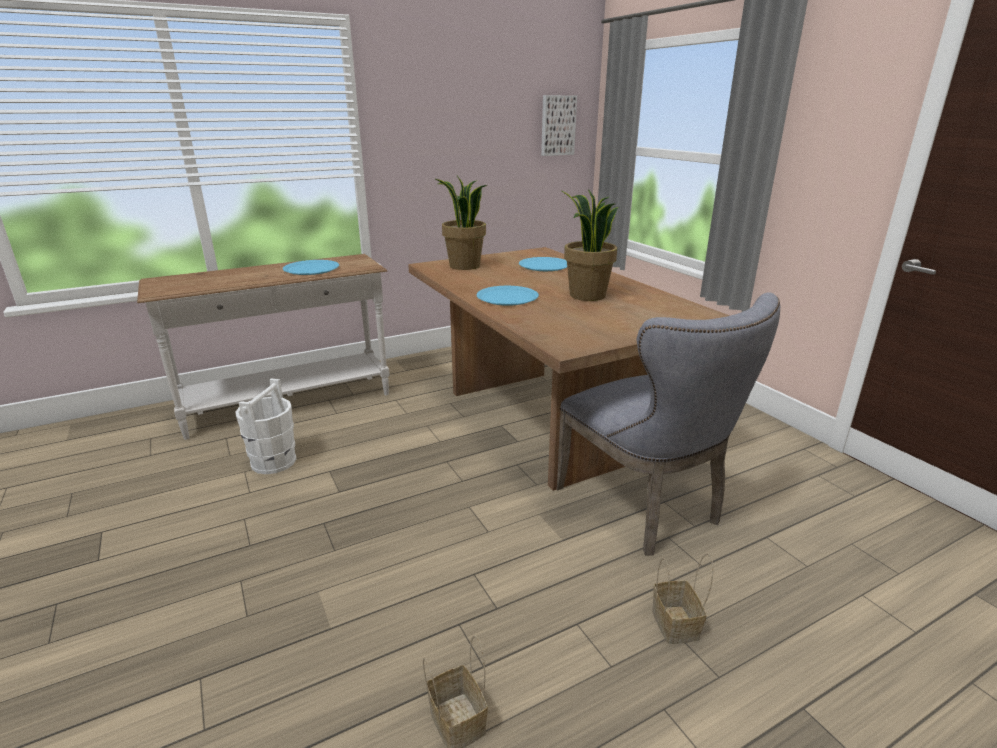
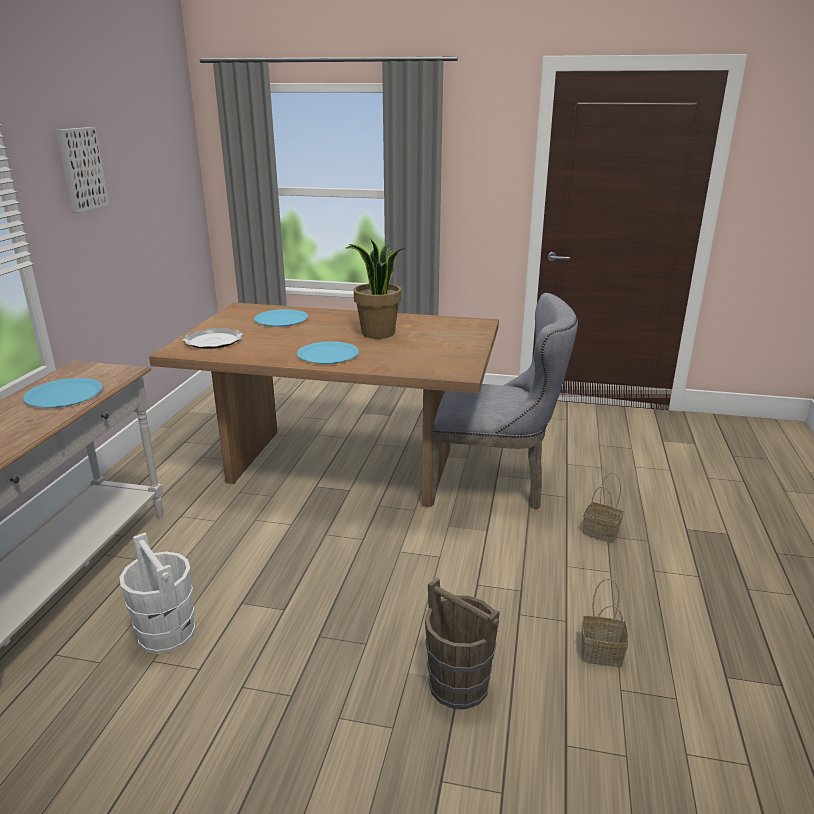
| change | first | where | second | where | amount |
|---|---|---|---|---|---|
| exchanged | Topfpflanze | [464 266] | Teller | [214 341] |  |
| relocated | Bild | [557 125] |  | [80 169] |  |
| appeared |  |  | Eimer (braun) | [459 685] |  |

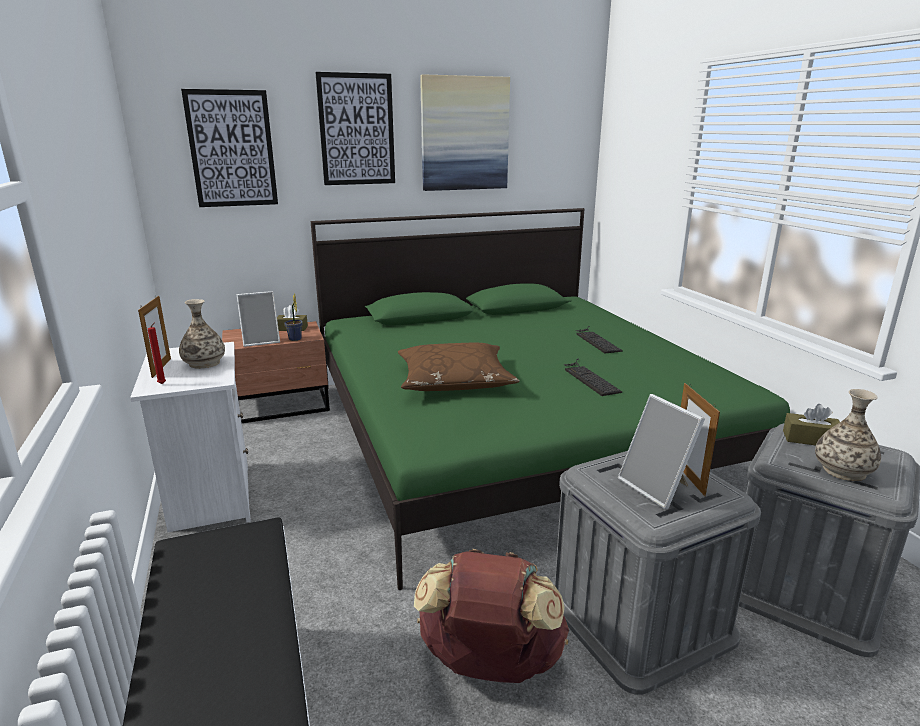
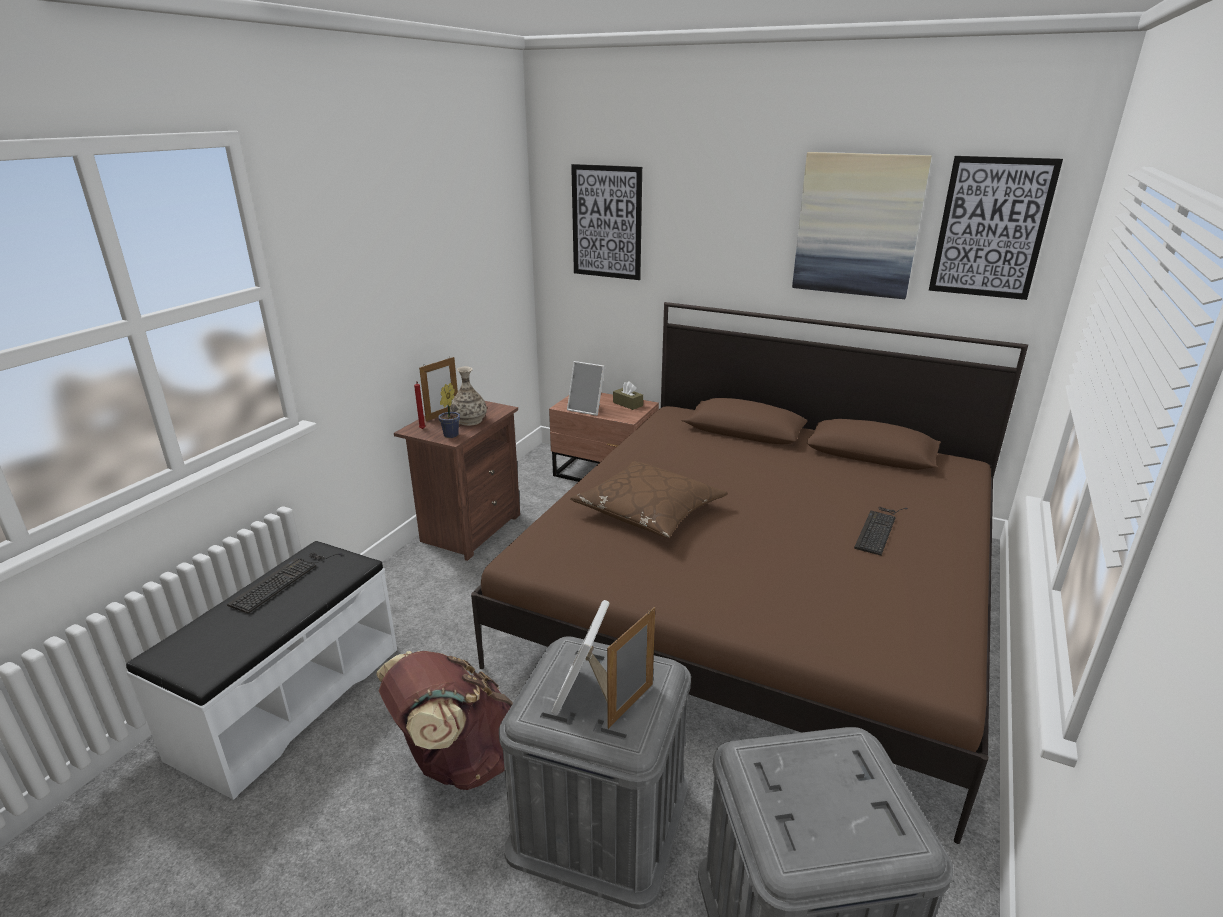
| change | first | where | second | where | amount |
|---|---|---|---|---|---|
| colour | Nachttisch (weiß) | [210 497] | Nachttisch (braun) | [469 529] |  |
| relocated | Topfpflanze | [295 339] |  | [449 436] |  |
| colour | Bett (grün) | [515 432] | Bett (braun) | [760 594] |  |
| relocated | Bild | [356 130] |  | [991 228] |  |
| relocated | Tastatur | [588 377] |  | [284 579] |  |
| missing | Taschentuchbox (braun) | [810 439] |  |  |  |
| missing | Vase | [843 470] |  |  |  |

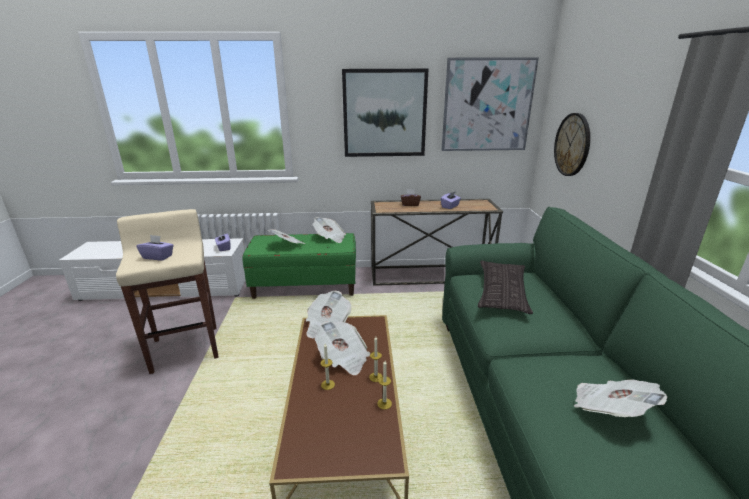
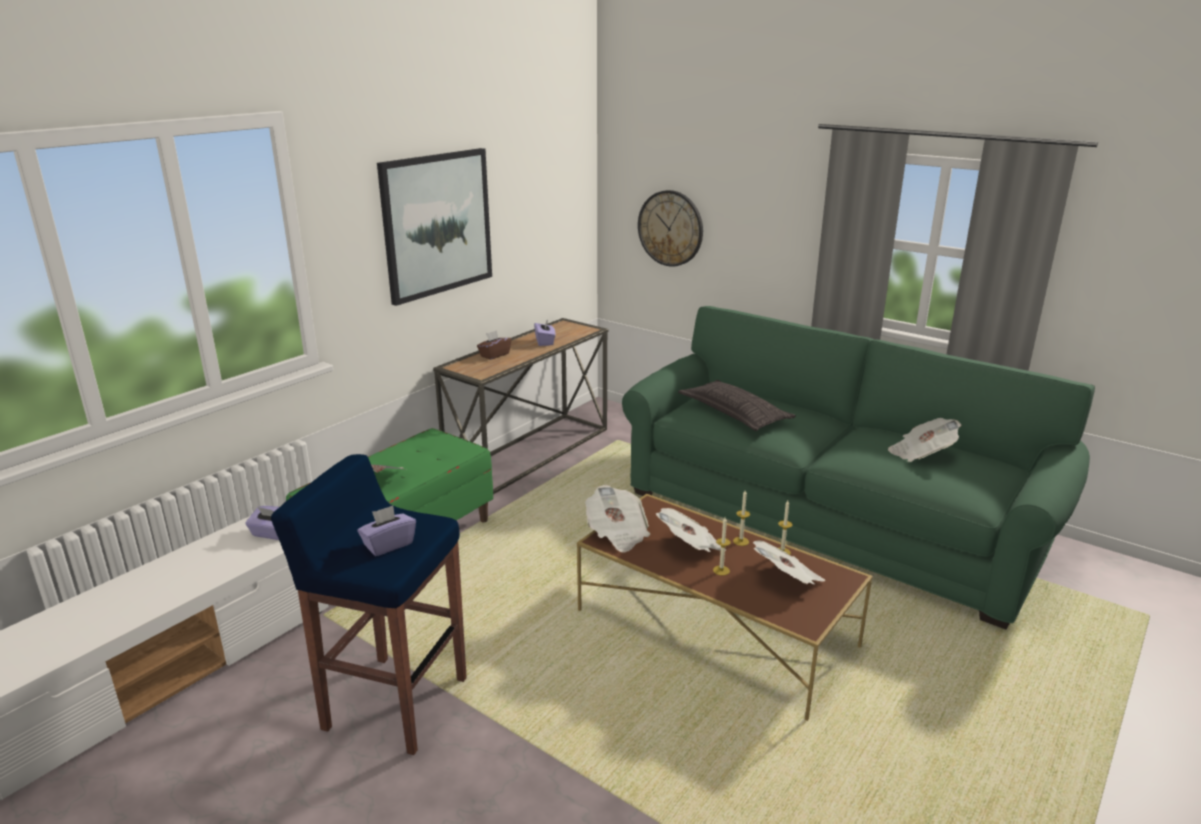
| change | first | where | second | where | amount |
|---|---|---|---|---|---|
| colour | Hocker (beige) | [186 348] | Hocker (blau) | [394 702] |  |
| relocated | Zeitung | [330 238] |  | [787 579] |  |
| missing | Bild | [487 105] |  |  |  |

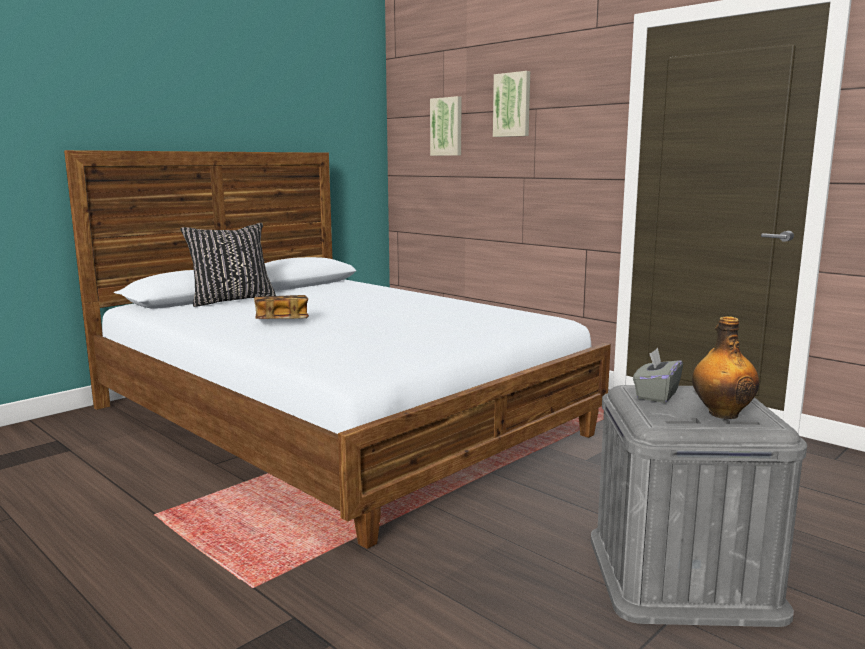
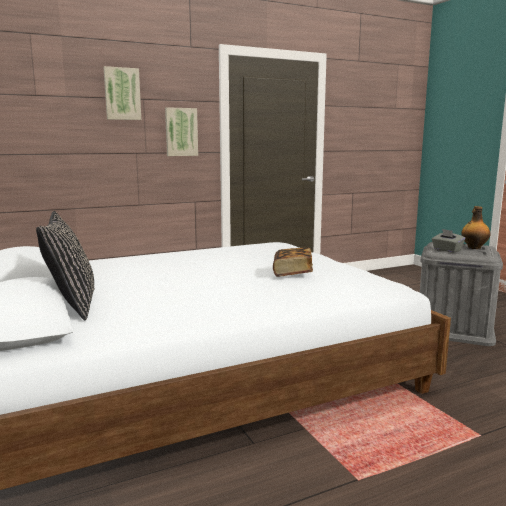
| change | first | where | second | where | amount |
|---|---|---|---|---|---|
| relocated | Buch | [281 321] |  | [292 273] |  |
| relocated | Bild | [447 126] |  | [181 132] |  |

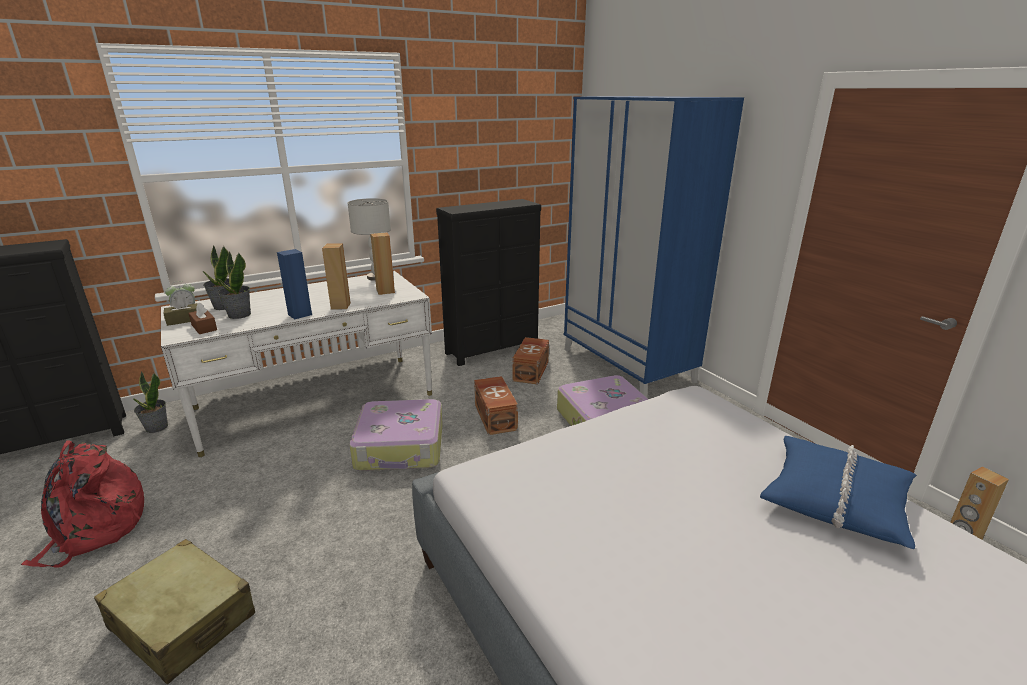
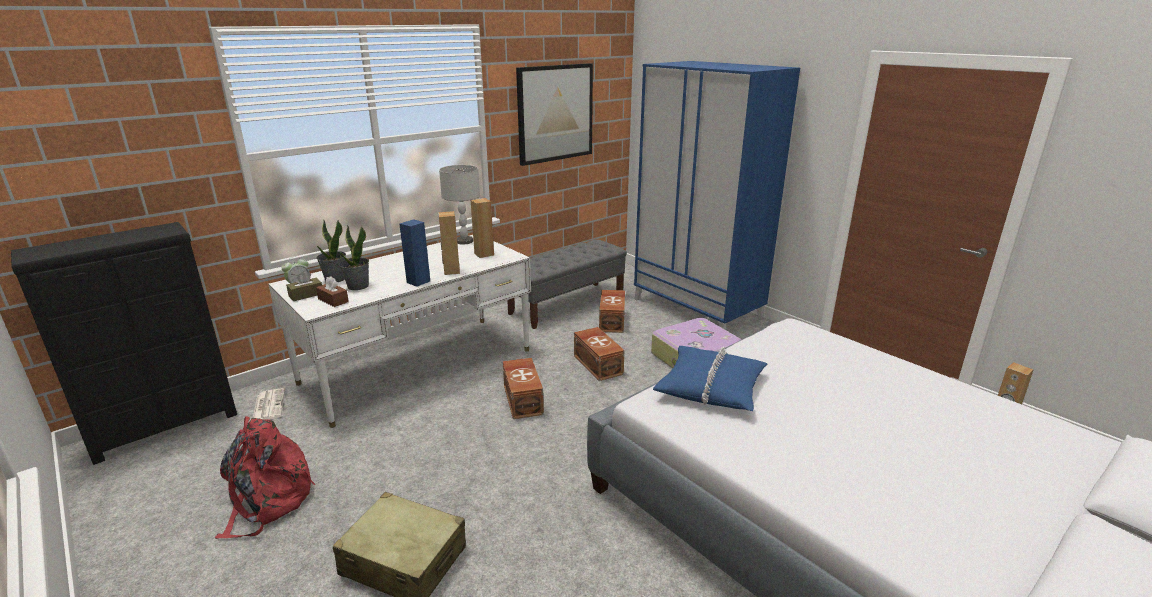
| change | first | where | second | where | amount |
|---|---|---|---|---|---|
| exchanged | Topfpflanze | [156 427] | Zeitung | [268 405] |  |
| exchanged | Koffer | [401 447] | Aufbewahrungsbox (braun) | [523 399] |  |
| exchanged | Kommode (schwarz) | [493 350] | Bank (grau) | [567 304] |  |
| relocated | Kissen (blau) | [836 499] |  | [711 387] |  |
| appeared |  |  | Bild | [555 113] |  |

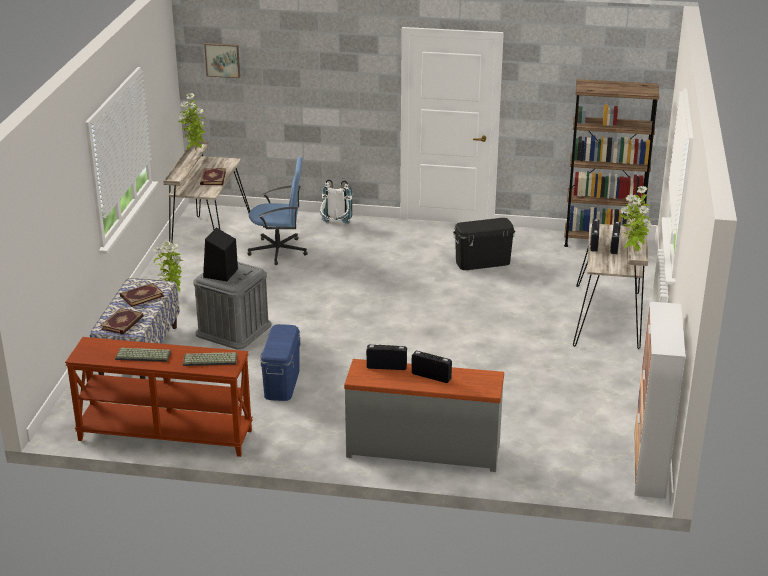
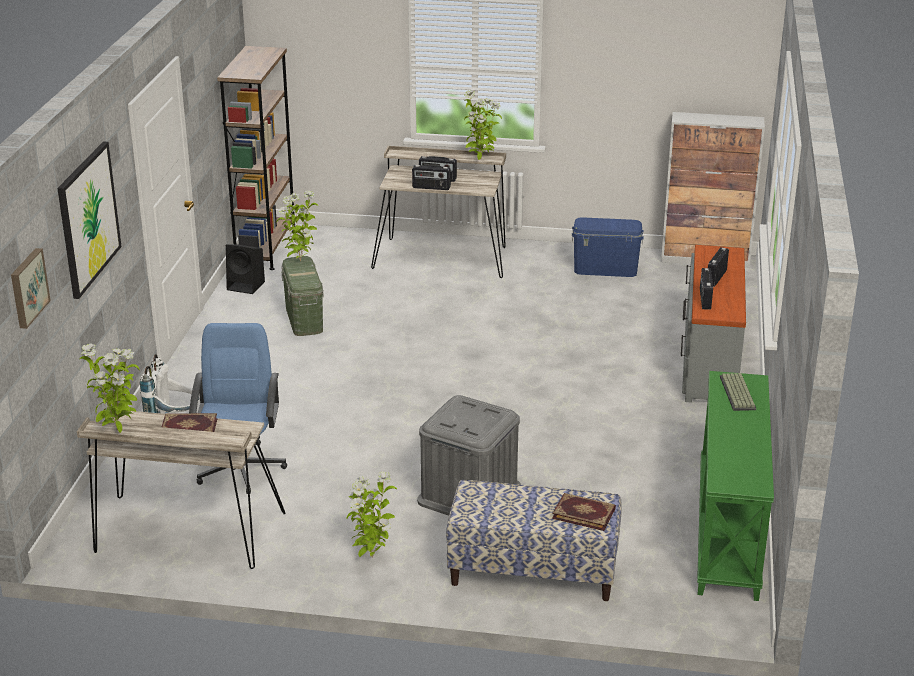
| change | first | where | second | where | amount |
|---|---|---|---|---|---|
| colour | Konsolentisch (braun) | [164 436] | Konsolentisch (grün) | [729 530] |  |
| missing | Tastatur | [142 356] |  |  |  |
| missing | Buch | [141 296] |  |  |  |
| relocated | Lautsprecher (schwarz) | [220 274] |  | [247 286] |  |
| relocated | Aufbewahrungsbox (blau) | [282 383] |  | [605 269] |  |
| colour | Aufbewahrungsbox (schwarz) | [482 262] | Aufbewahrungsbox (grün) | [304 319] |  |
| appeared |  |  | Bild | [88 218] |  |
| appeared |  |  | Topfpflanze | [300 261] |  |

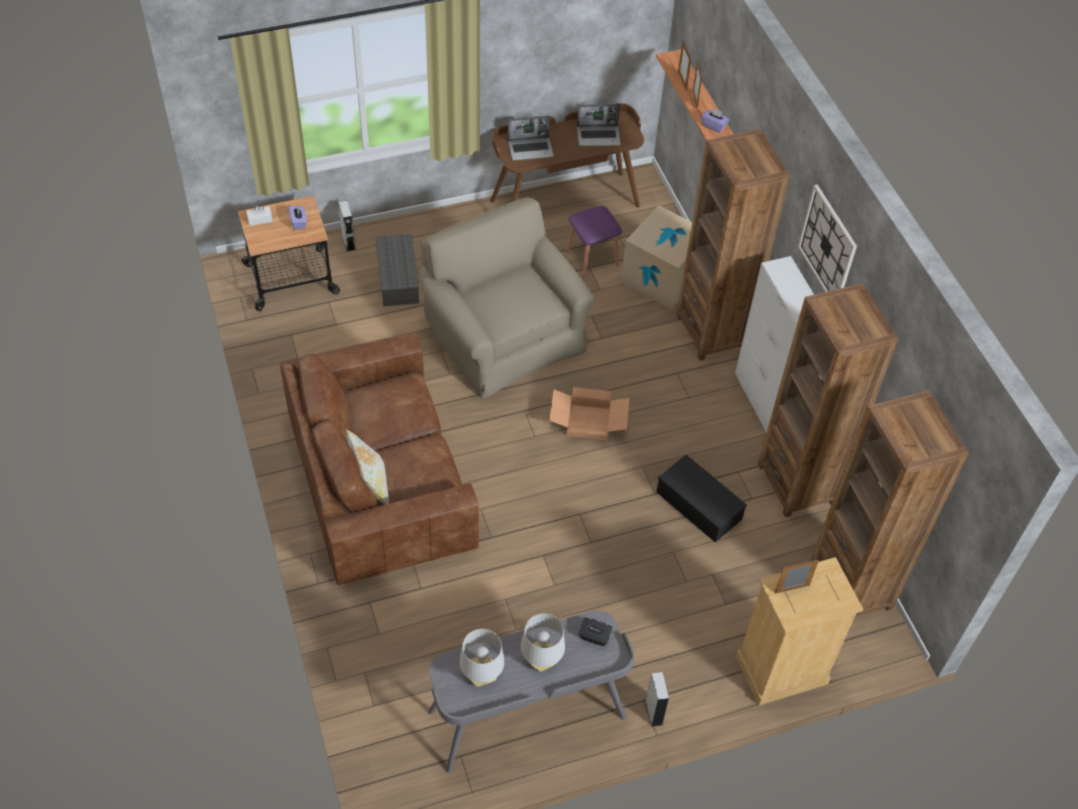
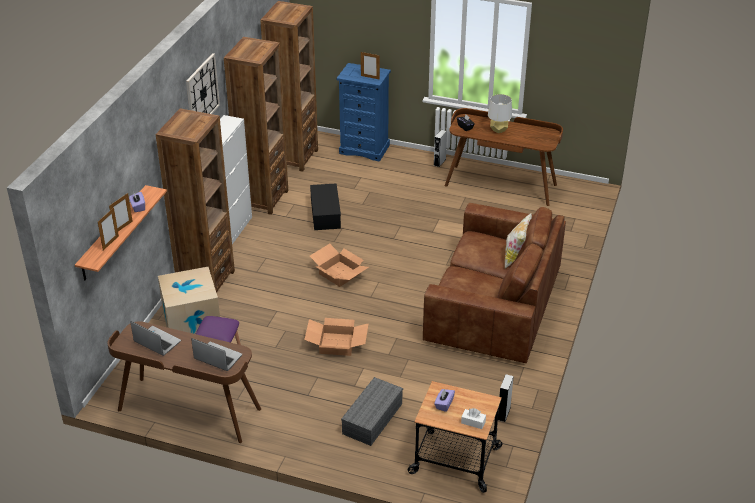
| change | first | where | second | where | amount |
|---|---|---|---|---|---|
| relocated | Lautsprecher (grau) | [348 242] |  | [503 413] |  |
| exchanged | Sessel (beige) | [503 333] | Karton | [336 344] |  |
| colour | Schreibtisch (grau) | [527 716] | Schreibtisch (braun) | [501 184] |  |
| missing | Tischlampe (grau) | [481 676] |  |  |  |
| colour | Kommode (beige) | [781 670] | Kommode (blau) | [364 149] |  |

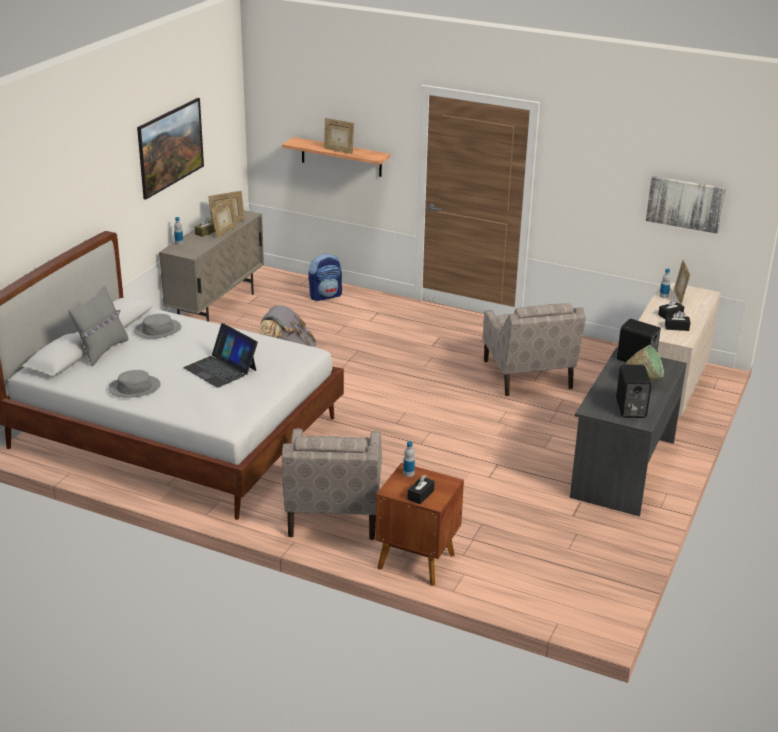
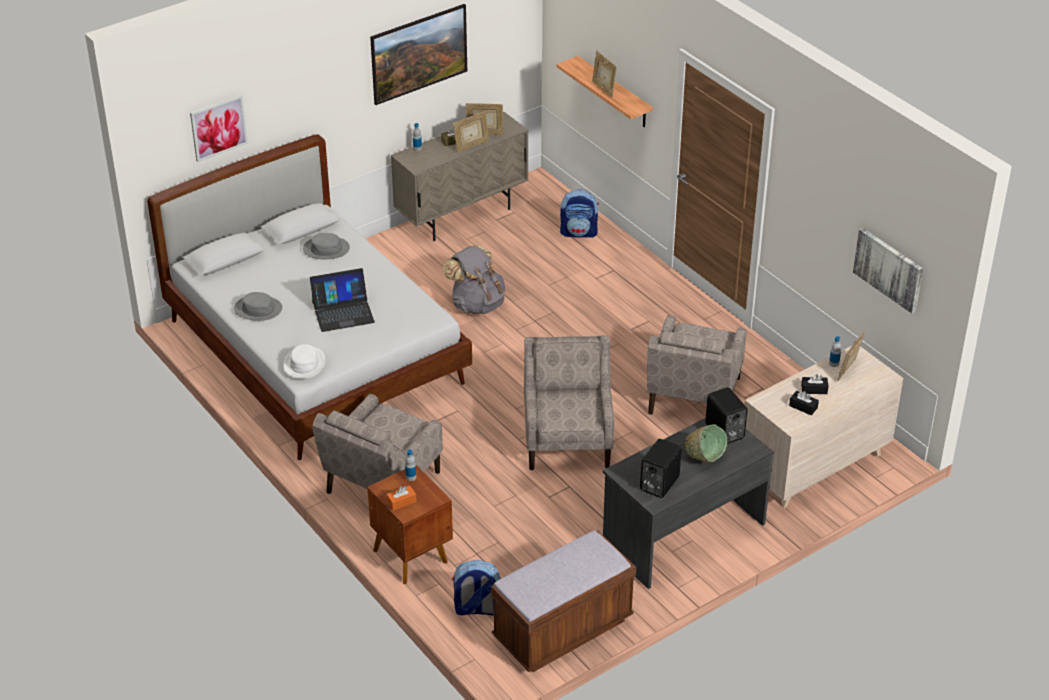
| change | first | where | second | where | amount |
|---|---|---|---|---|---|
| missing | Kissen (grau) | [102 351] |  |  |  |
| spun | Laptop | [221 369] |  | [343 312] | 90 degrees counterclockwise |
| colour | Taschentuchbox (schwarz) | [420 495] | Taschentuchbox (orange) | [401 502] |  |
| appeared |  |  | Bild | [218 127] |  |
| appeared |  |  | Hut (weiß) | [304 363] |  |
| appeared |  |  | Rucksack | [476 609] |  |
| appeared |  |  | Bank (braun) | [563 629] |  |
| appeared |  |  | Sessel (beige) | [568 439] |  |

